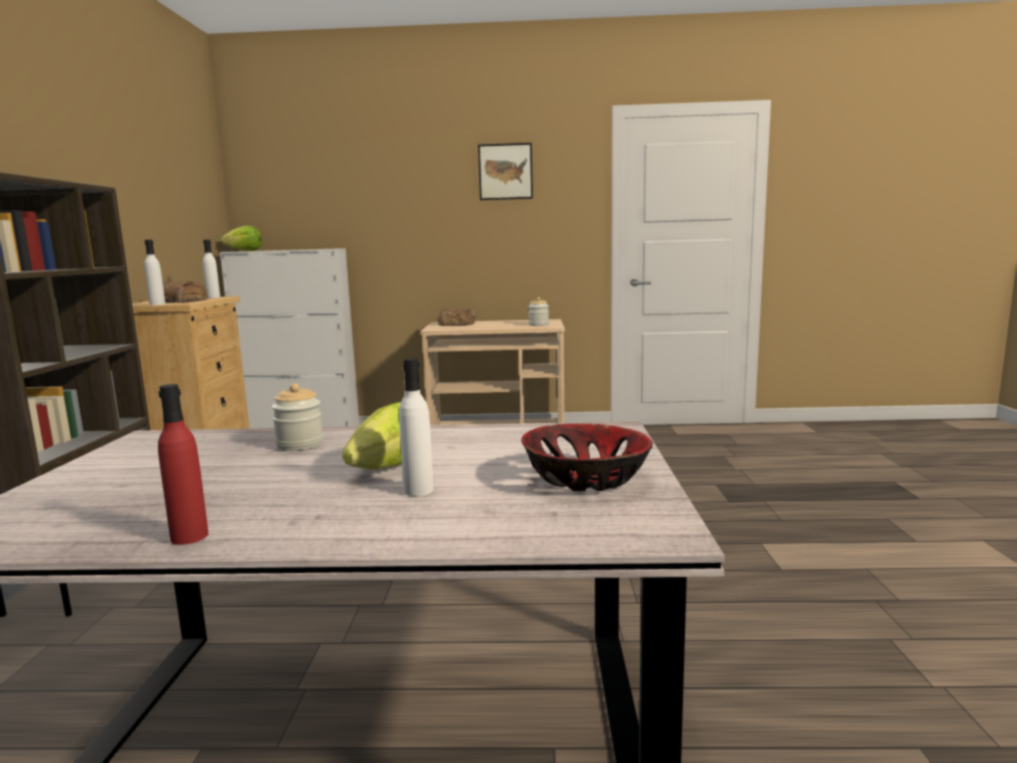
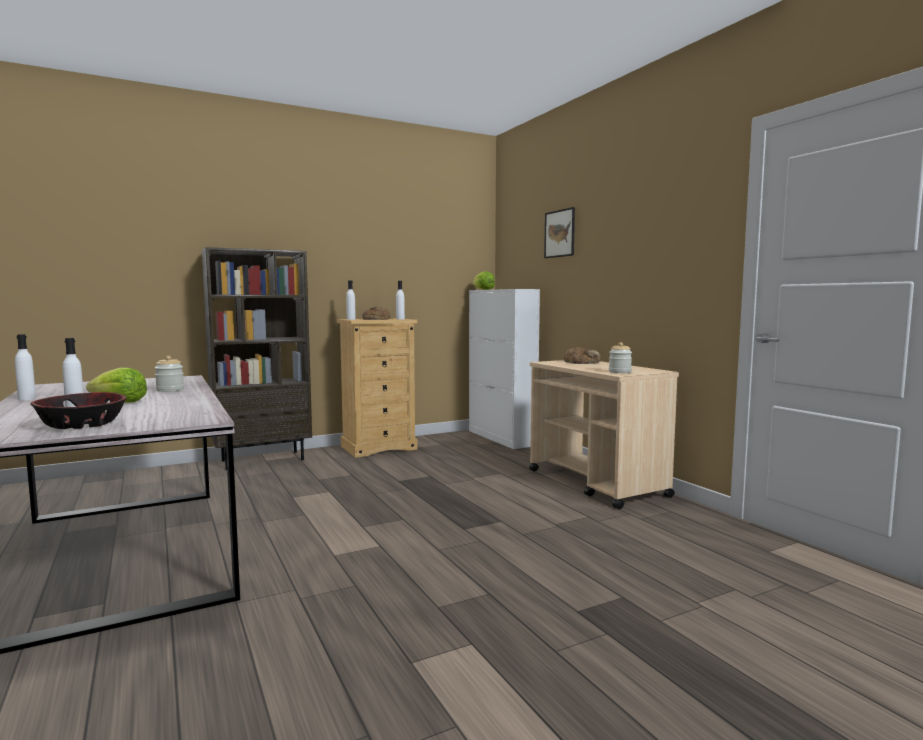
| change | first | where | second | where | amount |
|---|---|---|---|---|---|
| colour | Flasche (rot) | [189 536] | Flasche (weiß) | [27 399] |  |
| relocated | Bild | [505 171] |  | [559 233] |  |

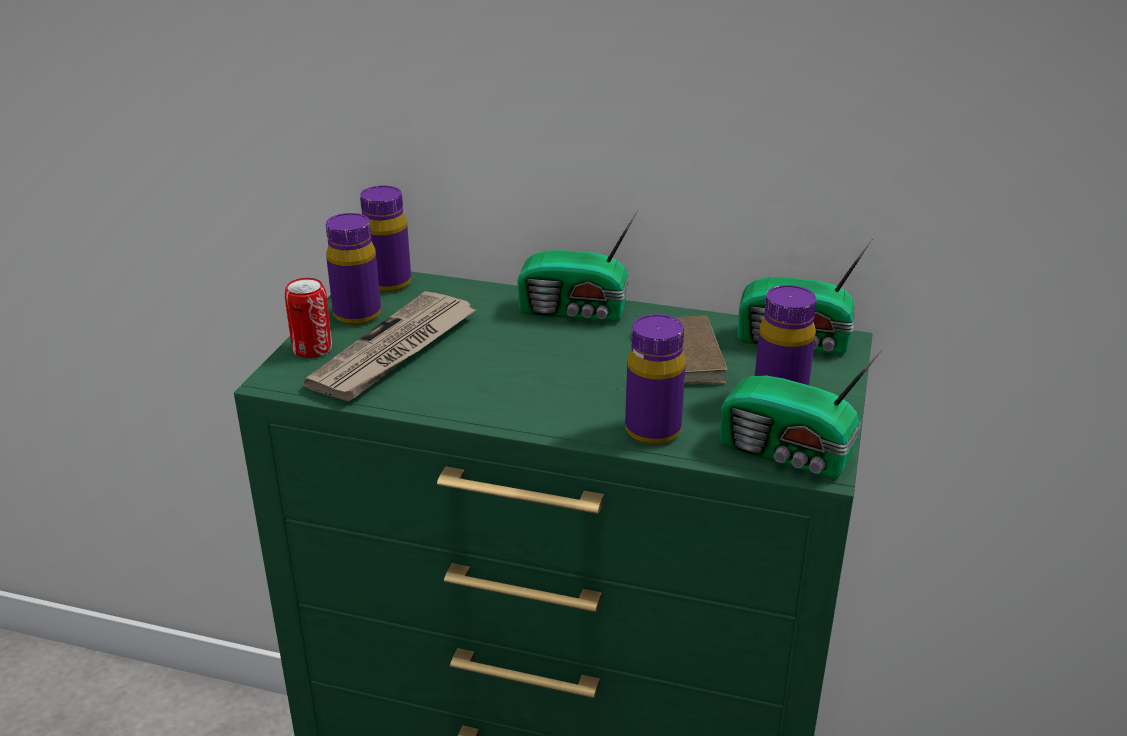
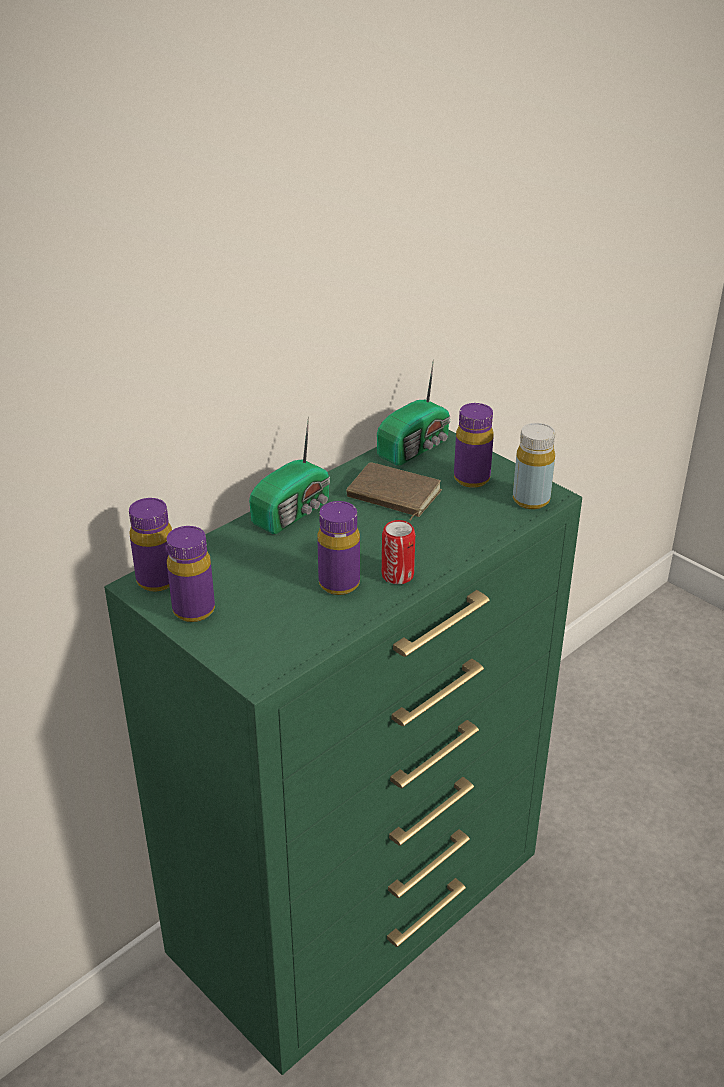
| change | first | where | second | where | amount |
|---|---|---|---|---|---|
| relocated | Dose | [312 349] |  | [397 575] |  |
| missing | Zeitung | [394 351] |  |  |  |
| relocated | Flasche (lila) | [653 431] |  | [339 584] |  |
| exchanged | Radio | [788 454] | Flasche (gelb) | [531 500] |  |

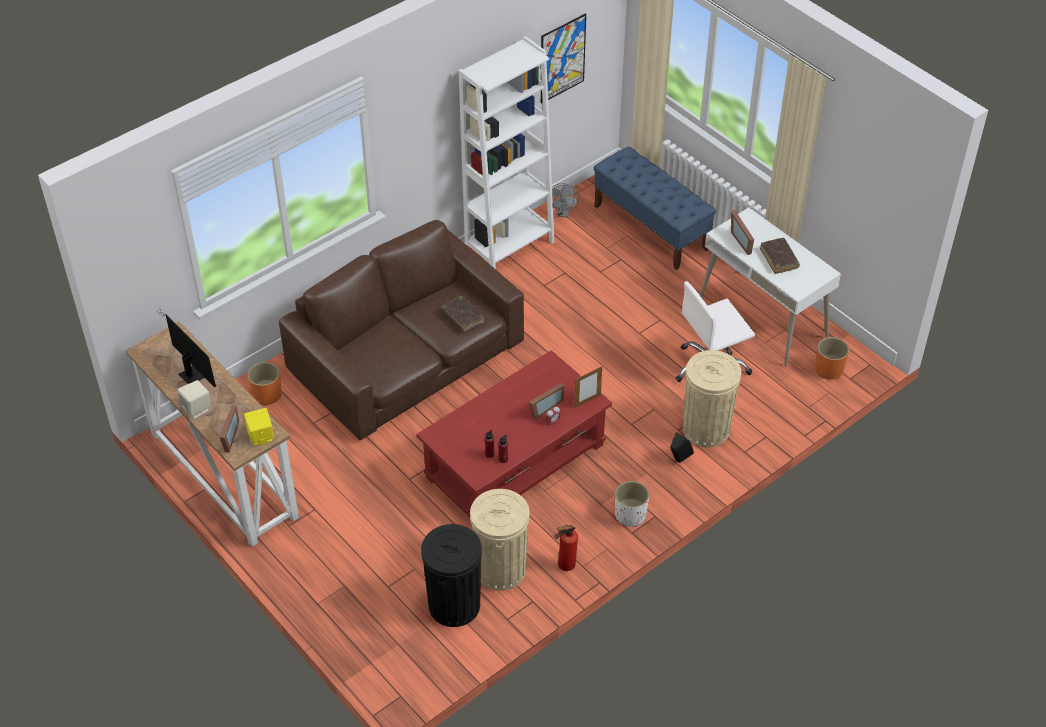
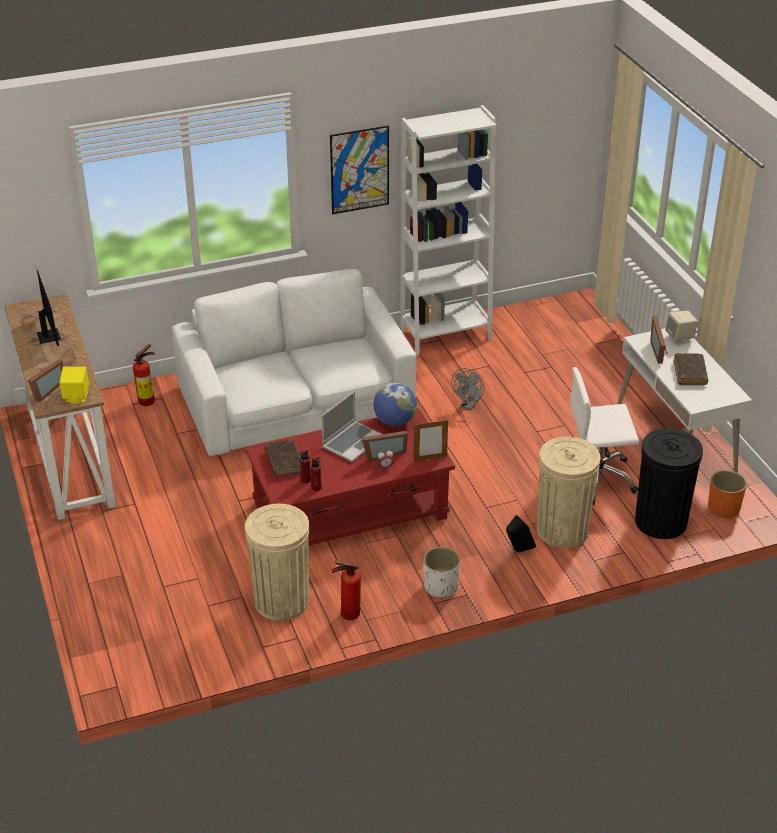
| change | first | where | second | where | amount |
|---|---|---|---|---|---|
| relocated | Lautsprecher (beige) | [197 409] |  | [679 338] |  |
| exchanged | Pflanzkübel (orange) | [267 395] | Feuerlöscher | [149 401] |  |
| colour | Sofa (braun) | [407 358] | Sofa (weiß) | [296 401] |  |
| relocated | Mülleimer (schwarz) | [454 605] |  | [661 521] |  |
| relocated | Buch (braun) | [462 317] |  | [284 462] |  |
| relocated | Bild | [562 58] |  | [359 170] |  |
| relocated | Ventilator (grau) | [563 213] |  | [468 405] |  |
| missing | Bank (blau) | [651 228] |  |  |  |
| appeared |  |  | Laptop | [352 442] |  |
| appeared |  |  | Globus | [395 421] |  |

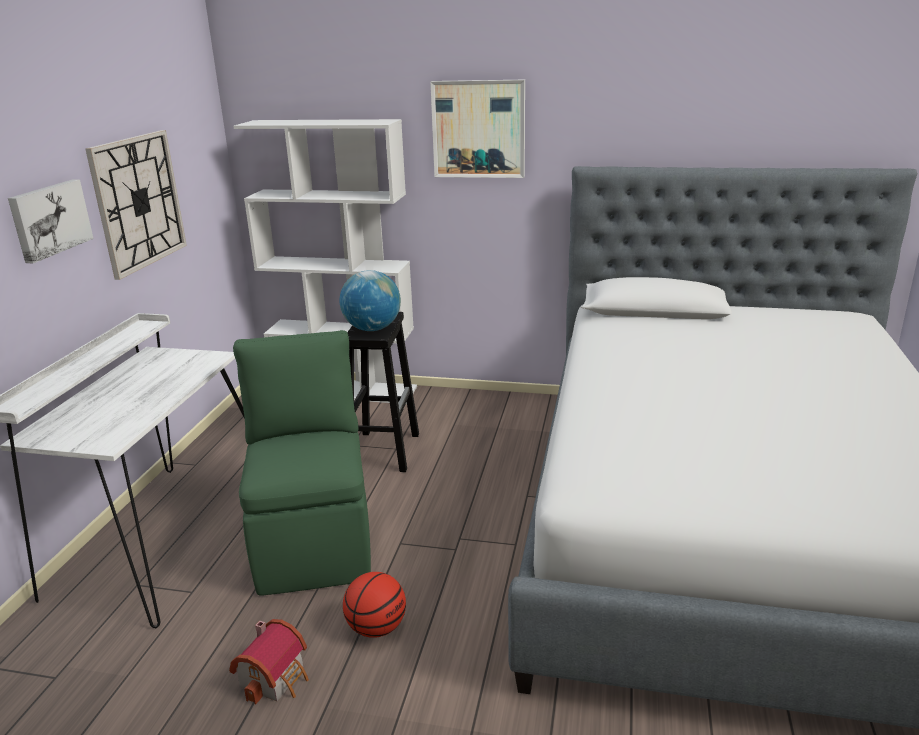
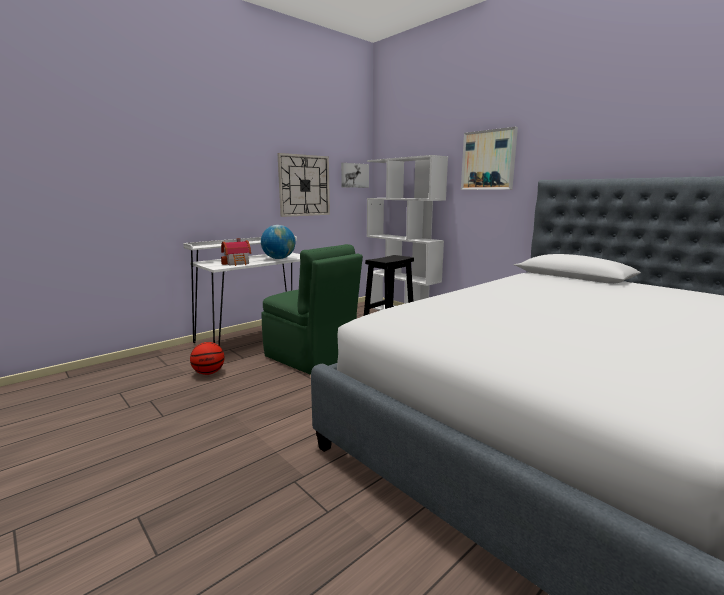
| change | first | where | second | where | amount |
|---|---|---|---|---|---|
| relocated | Bild | [49 219] |  | [354 175] |  |
| relocated | Spielzeughaus | [276 677] |  | [238 263] |  |
| spun | Stuhl (grün) | [315 542] |  | [311 358] | 105 degrees clockwise |
| relocated | Globus | [372 329] |  | [279 258] |  |
| relocated | Basketball | [376 628] |  | [208 373] |  |

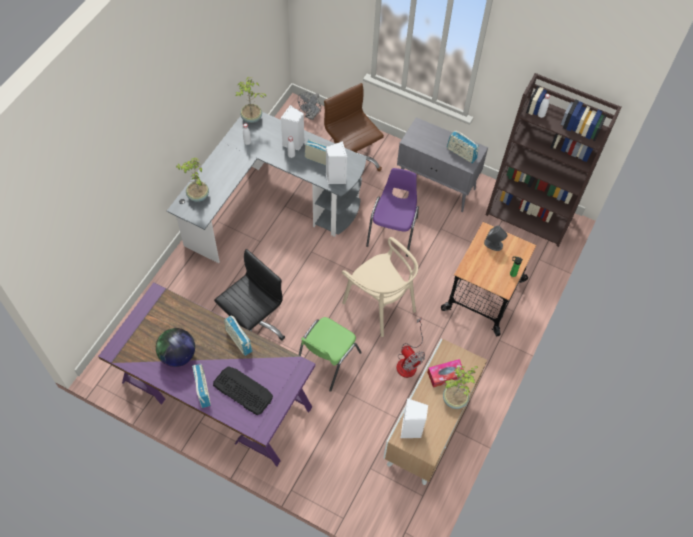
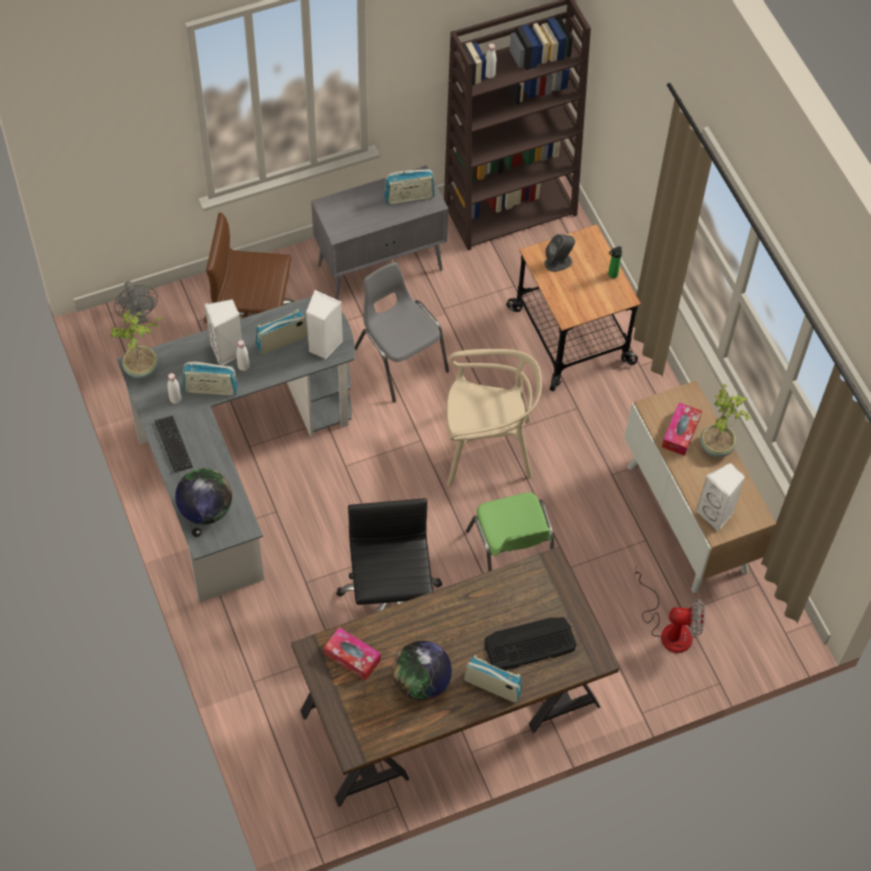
| change | first | where | second | where | amount |
|---|---|---|---|---|---|
| colour | Schreibtisch (lila) | [216 395] | Schreibtisch (braun) | [451 710] |  |
| exchanged | Topfpflanze | [197 196] | Globus | [205 509] |  |
| relocated | Radio | [239 340] |  | [210 389] |  |
| colour | Stuhl (lila) | [393 231] | Stuhl (grau) | [400 359] |  |
| relocated | Ventilator | [408 361] |  | [669 628] |  |
| appeared |  |  | Tastatur | [173 444] |  |
| appeared |  |  | Taschentuchbox | [352 657] |  |

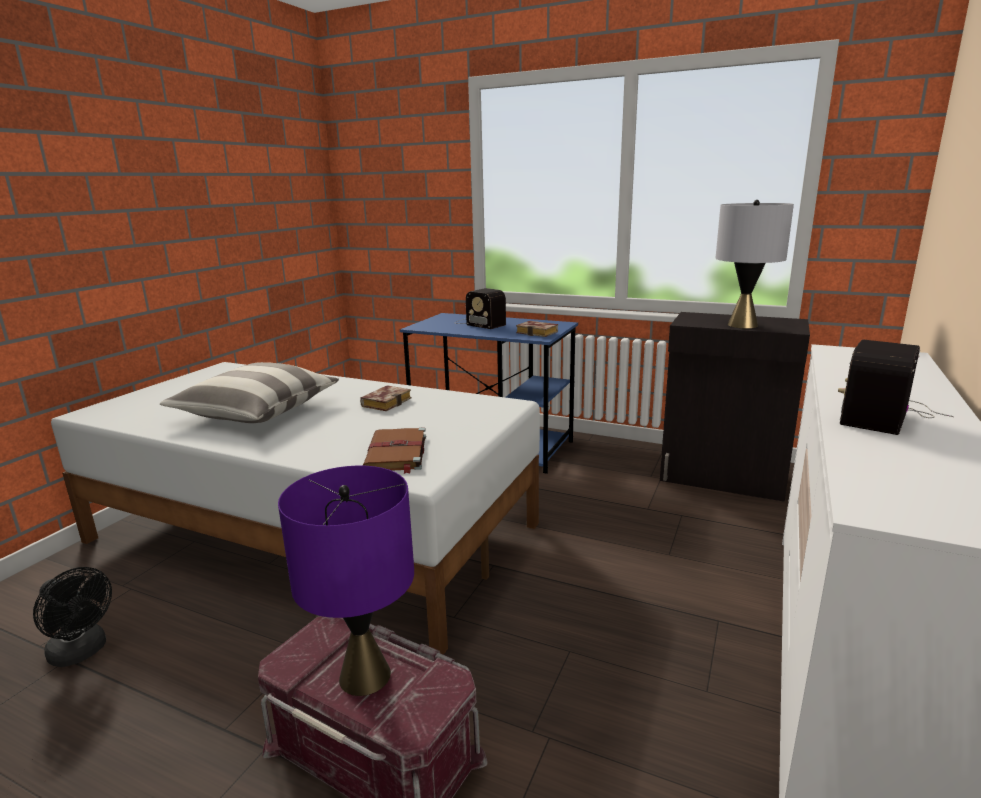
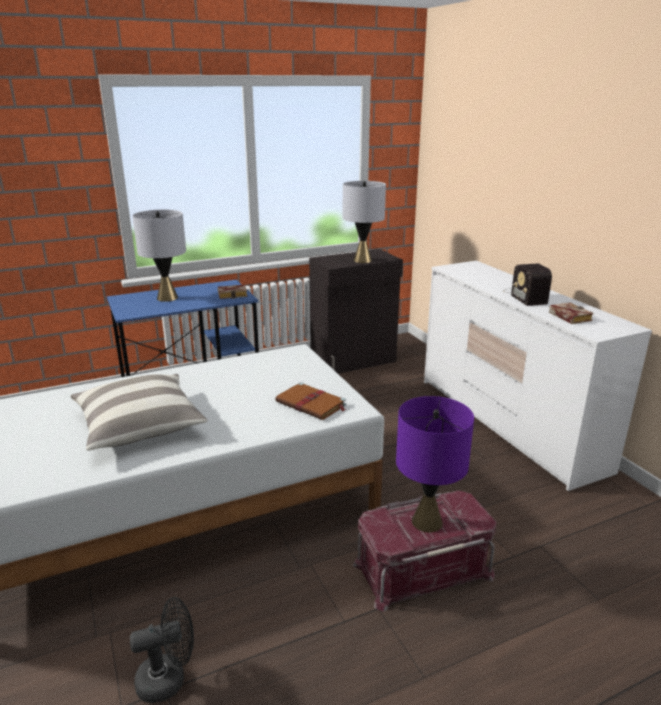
| change | first | where | second | where | amount |
|---|---|---|---|---|---|
| relocated | Buch | [386 402] |  | [567 316] |  |
| exchanged | Radio | [478 323] | Tischlampe (grau) | [167 298] |  |

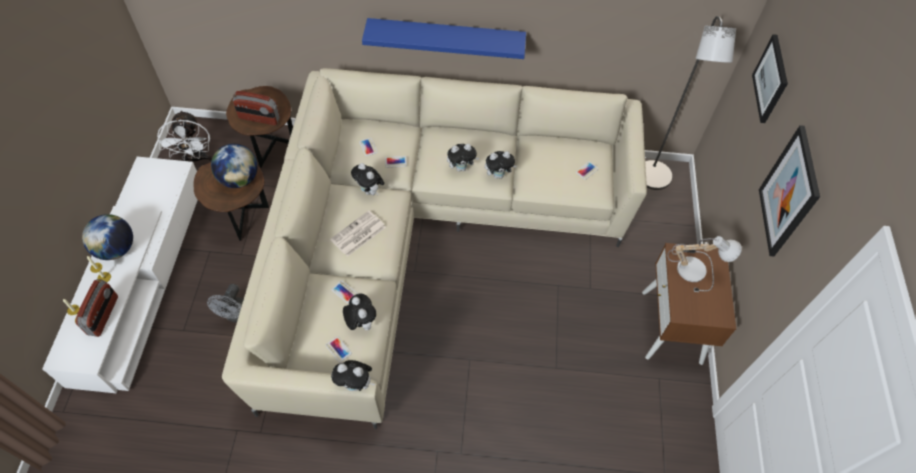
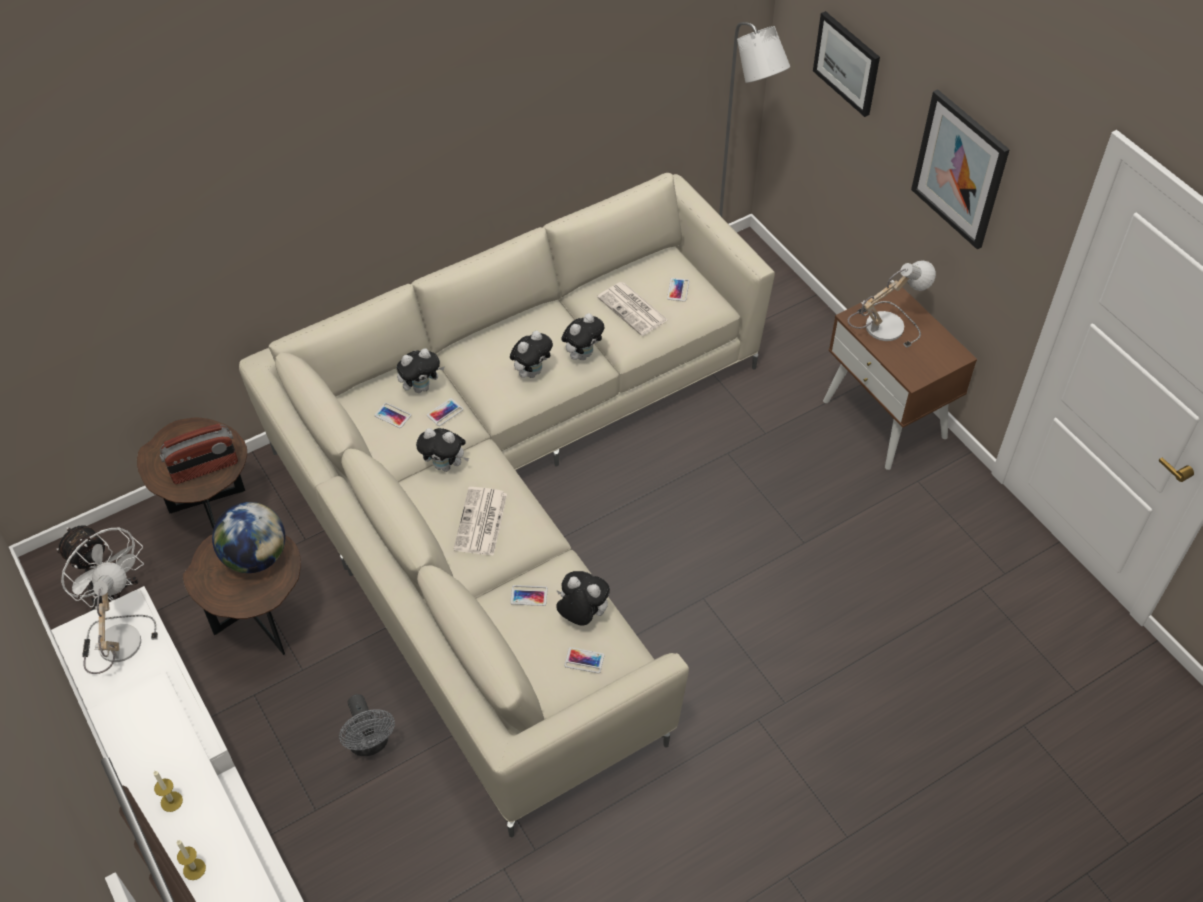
| change | first | where | second | where | amount |
|---|---|---|---|---|---|
| missing | Radio | [103 315] |  |  |  |
| missing | Globus | [116 249] |  |  |  |
| relocated | Plüschtier | [355 384] |  | [421 387] |  |
| missing | Wandregal (blau) | [446 38] |  |  |  |
| appeared |  |  | Tischlampe | [115 641] |  |
| appeared |  |  | Zeitung | [633 309] |  |

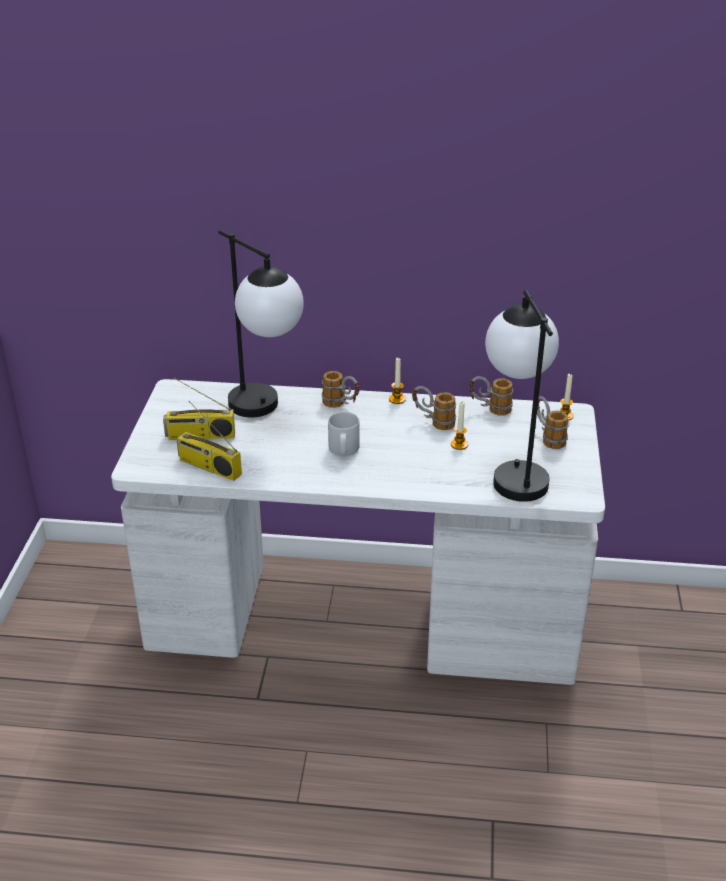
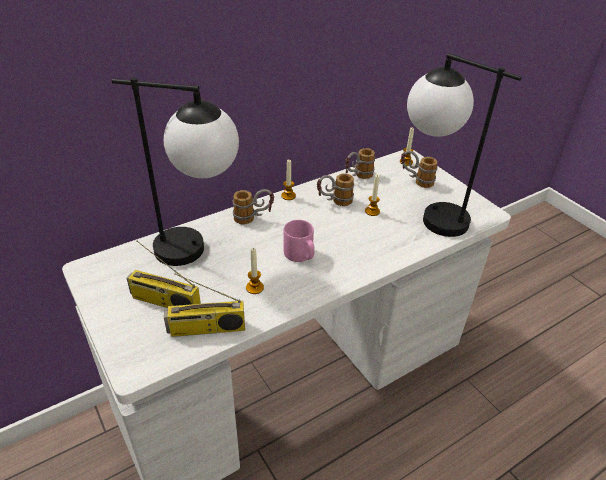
| change | first | where | second | where | amount |
|---|---|---|---|---|---|
| spun | Radio | [200 436] |  | [164 302] | 60 degrees clockwise |
| colour | Henkelbecher (grau) | [343 450] | Henkelbecher (rosa) | [300 255] |  |
| appeared |  |  | Kerze | [254 288] |  |

